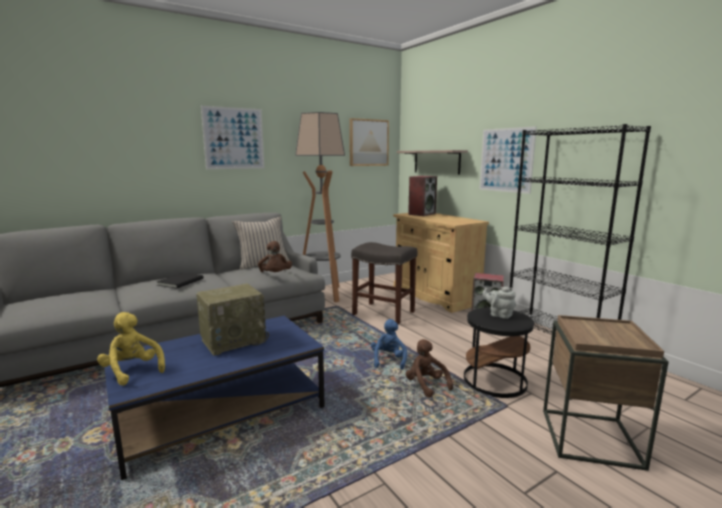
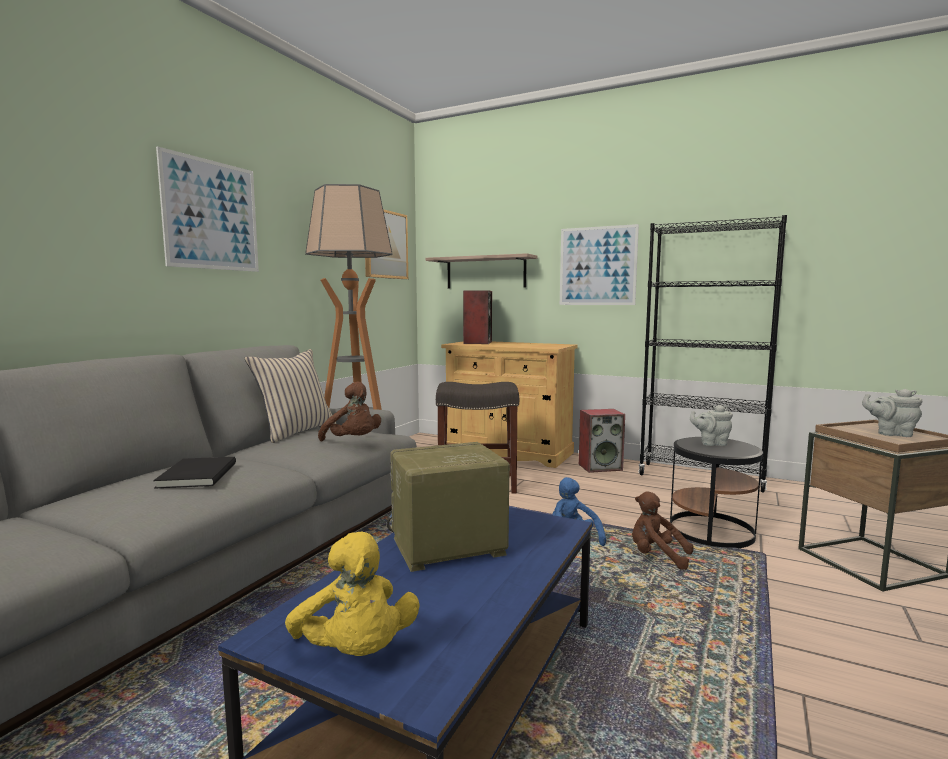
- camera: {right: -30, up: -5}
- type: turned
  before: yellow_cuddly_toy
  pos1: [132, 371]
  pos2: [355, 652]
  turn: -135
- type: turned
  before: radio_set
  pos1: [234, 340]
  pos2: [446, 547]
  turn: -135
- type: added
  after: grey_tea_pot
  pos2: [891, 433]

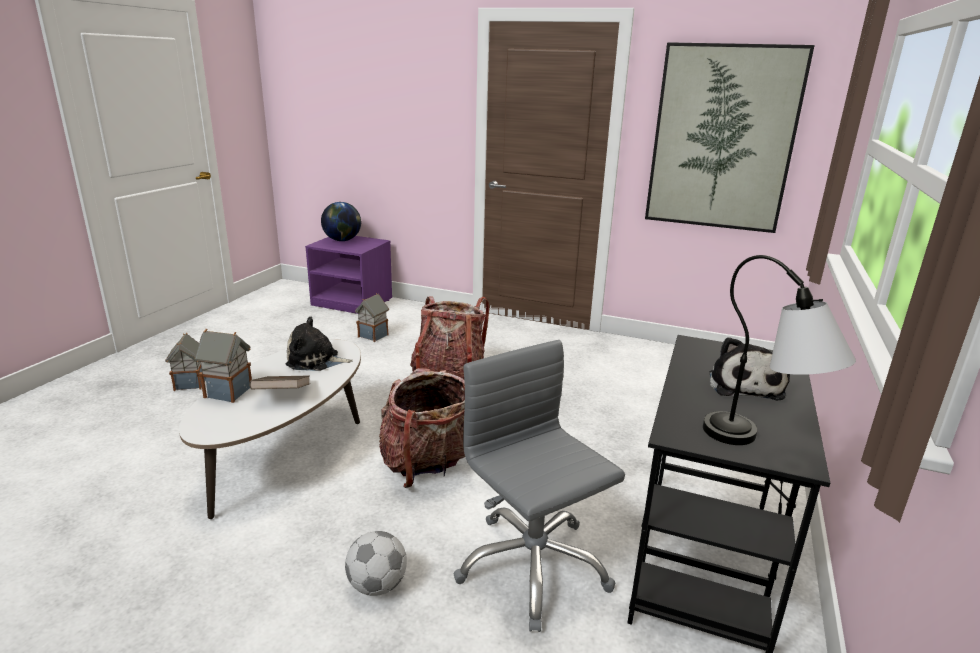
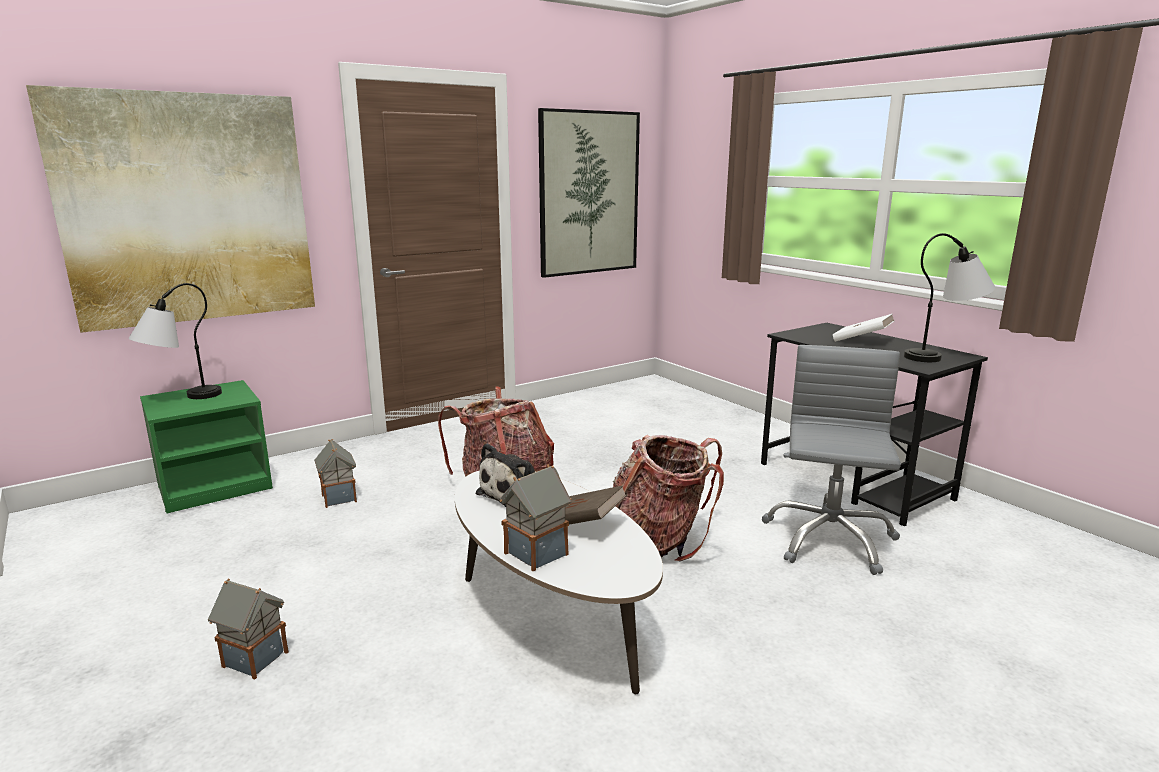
- camera: {right: -55, up: -5}
- type: recoloured
  before: purple-coloured_bedside_table
  after: green_bedside_table
  pos1: [353, 302]
  pos2: [215, 485]
- type: replaced
  before: globe
  after: tabletop_lamp
  pos1: [342, 240]
  pos2: [181, 399]
- type: removed
  before: football_ball
  pos1: [377, 586]
- type: turned
  before: grey_computer_chair
  pos1: [532, 566]
  pos2: [828, 539]
  turn: 105
- type: replaced
  before: cuddly_toy
  after: white_book
  pos1: [744, 385]
  pos2: [861, 341]
- type: added
  after: wall_picture
  pos2: [188, 209]

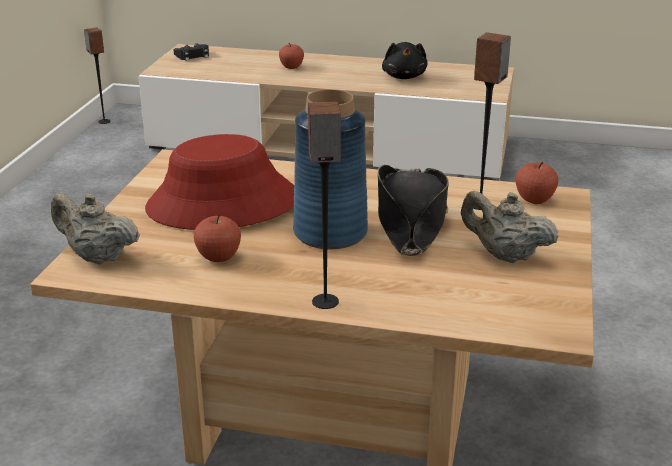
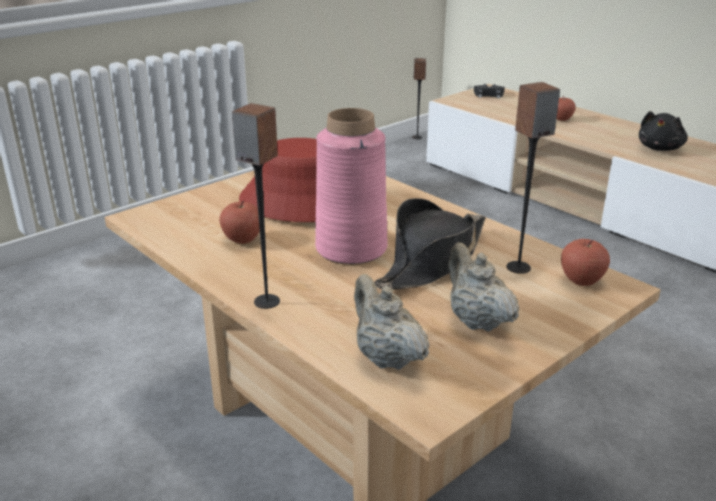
- camera: {right: 35, up: 0}
- type: moved
  before: beige-coloured_tea_pot
  pos1: [97, 257]
  pos2: [386, 357]
- type: recoloured
  before: blue_vase
  after: pink_vase
  pos1: [330, 232]
  pos2: [351, 248]

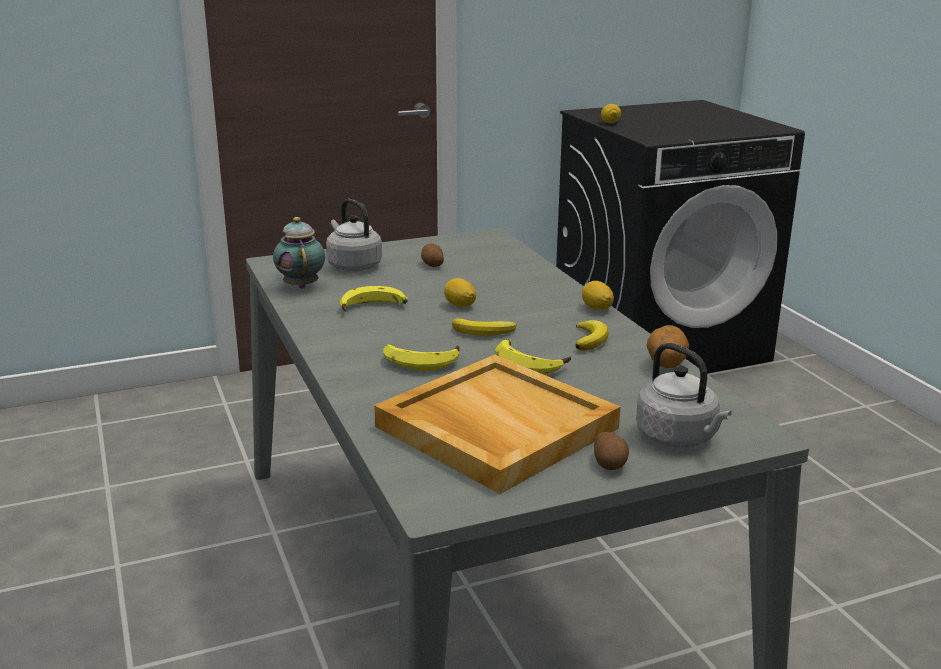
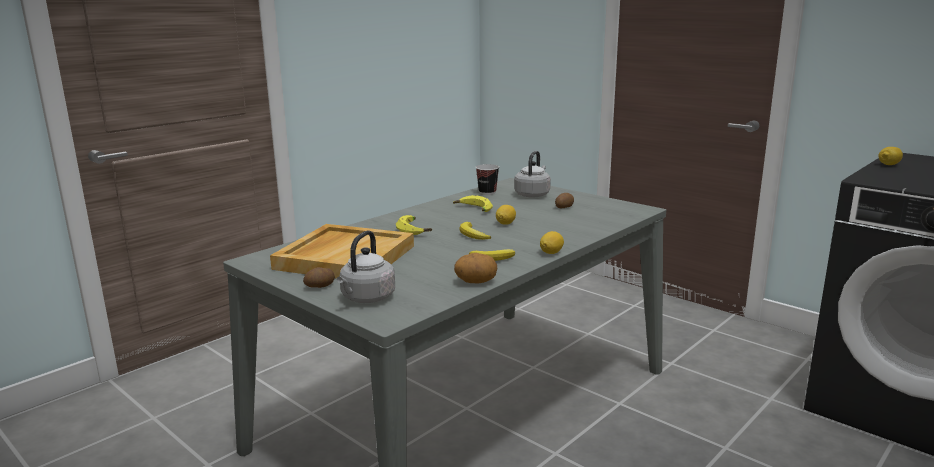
- camera: {right: 65, up: -5}
- type: replaced
  before: tea_pot
  after: drinking_cup
  pos1: [301, 285]
  pos2: [487, 192]
- type: removed
  before: banana
  pos1: [531, 363]

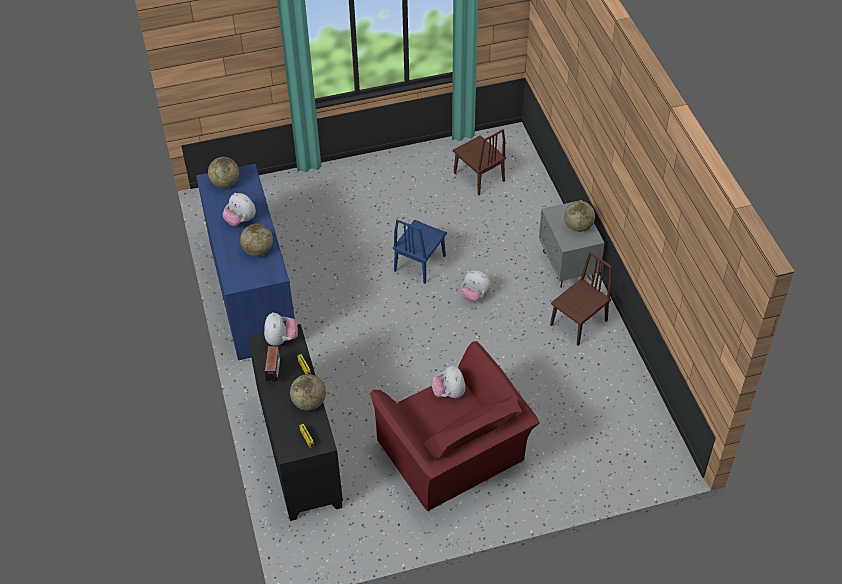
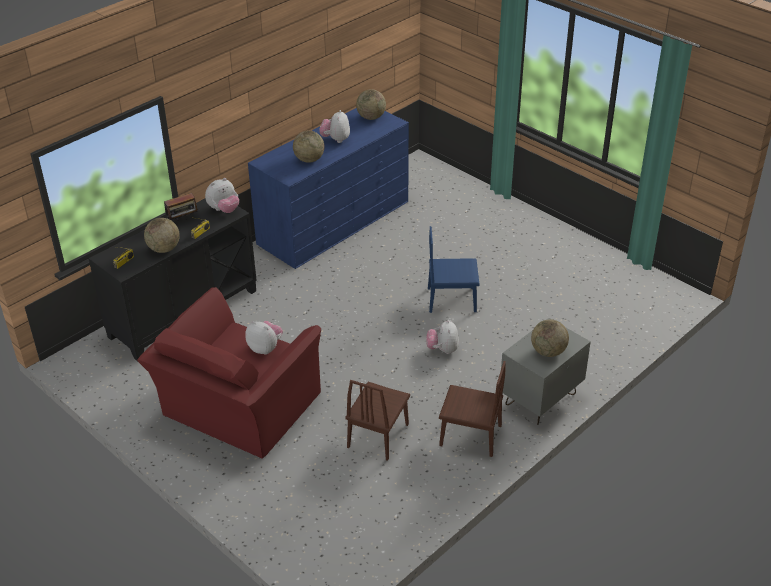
- camera: {right: 60, up: -10}
- type: turned
  before: cuddly_toy
  pos1: [449, 393]
  pos2: [265, 348]
  turn: 75
- type: moved
  before: brown-coloured_upright_chair
  pos1: [479, 177]
  pos2: [378, 435]

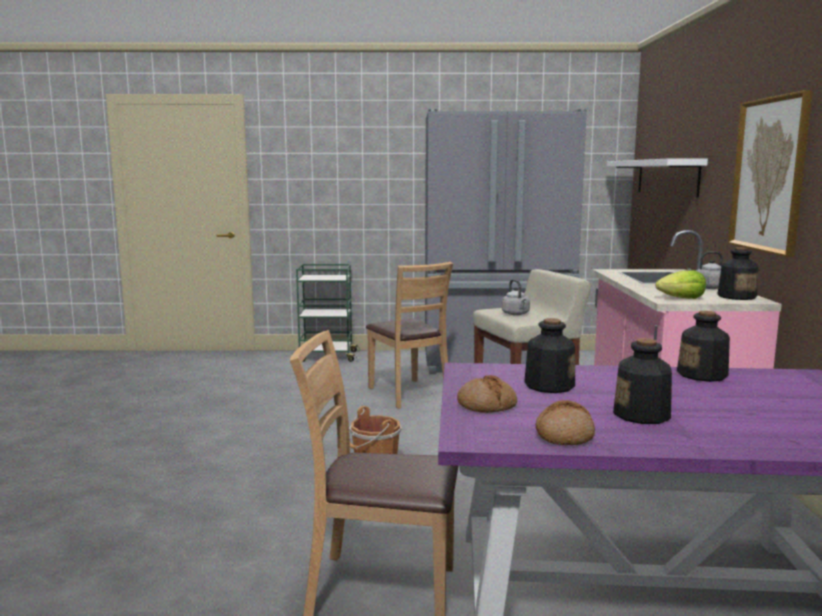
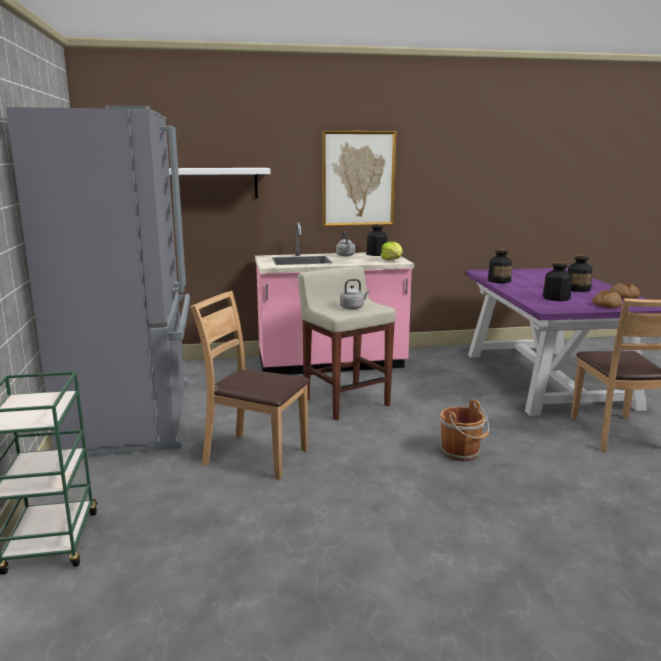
- camera: {right: -100, up: 5}
- type: turned
  before: brown-coloured_upright_chair
  pos1: [408, 393]
  pos2: [255, 456]
  turn: -120

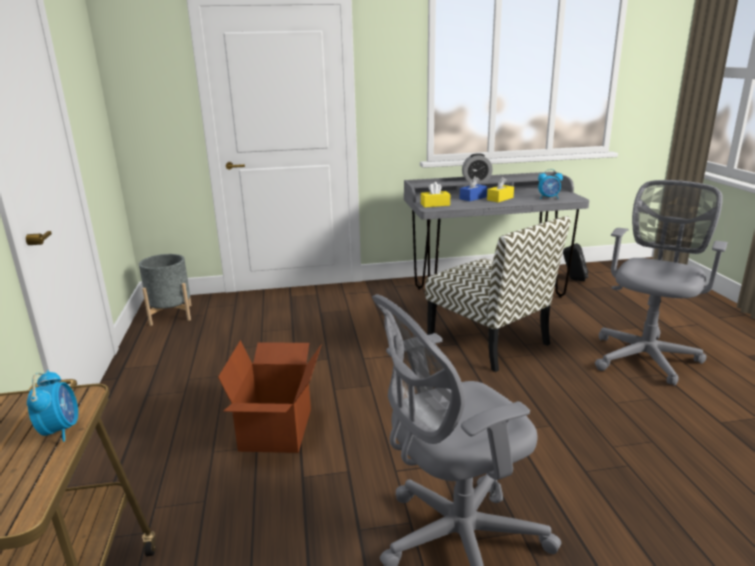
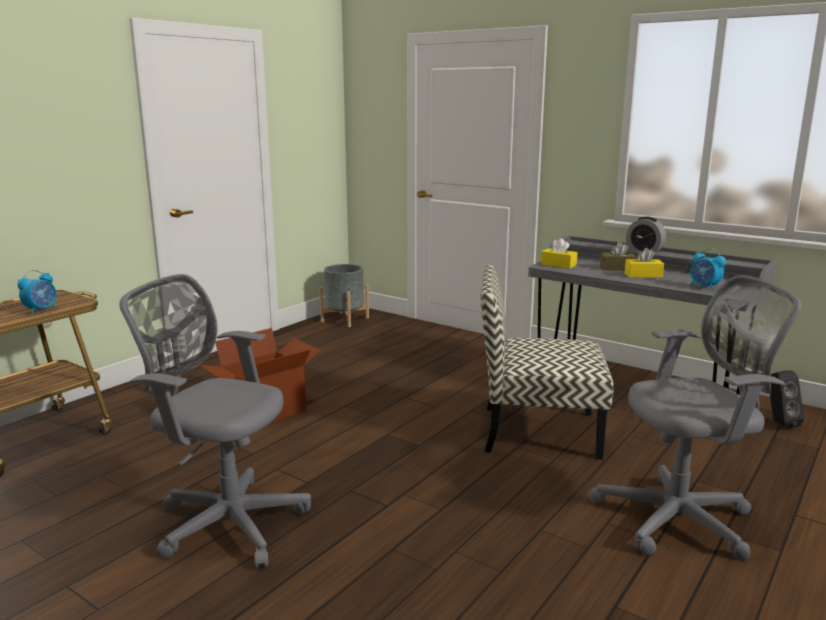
- camera: {right: 45, up: -5}
- type: turned
  before: upright_chair
  pos1: [489, 341]
  pos2: [537, 431]
  turn: 90
- type: recoloured
  before: blue_box_of_tissues
  after: brown-coloured_box_of_tissues
  pos1: [473, 198]
  pos2: [617, 268]

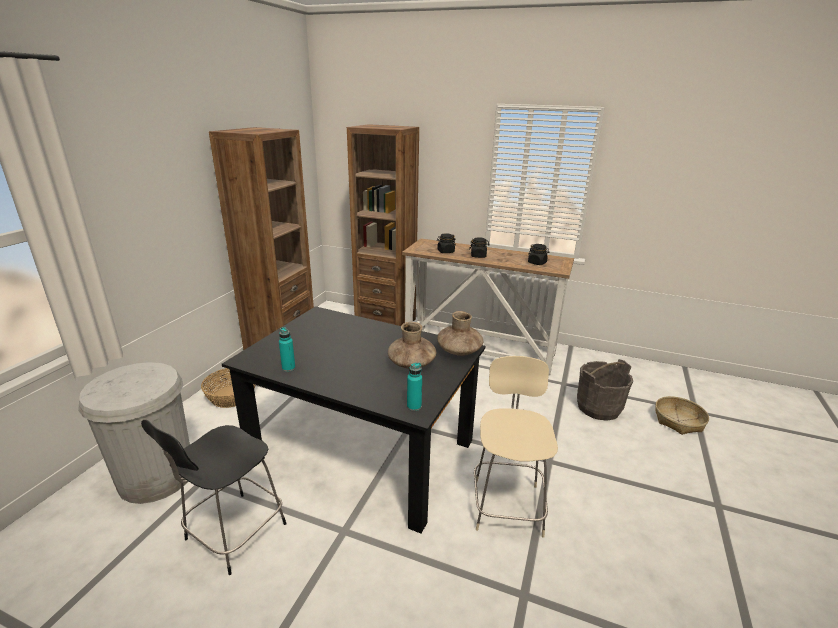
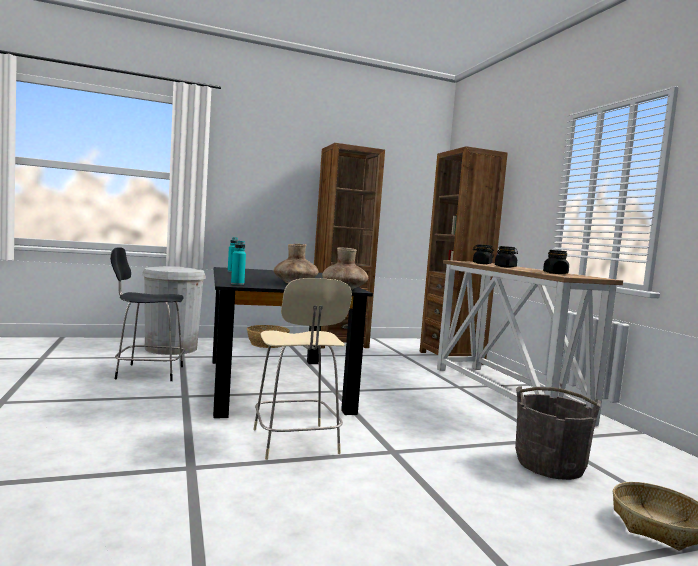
- camera: {right: 50, up: -20}
- type: turned
  before: beige-coloured_upright_chair
  pos1: [507, 504]
  pos2: [295, 442]
  turn: 105

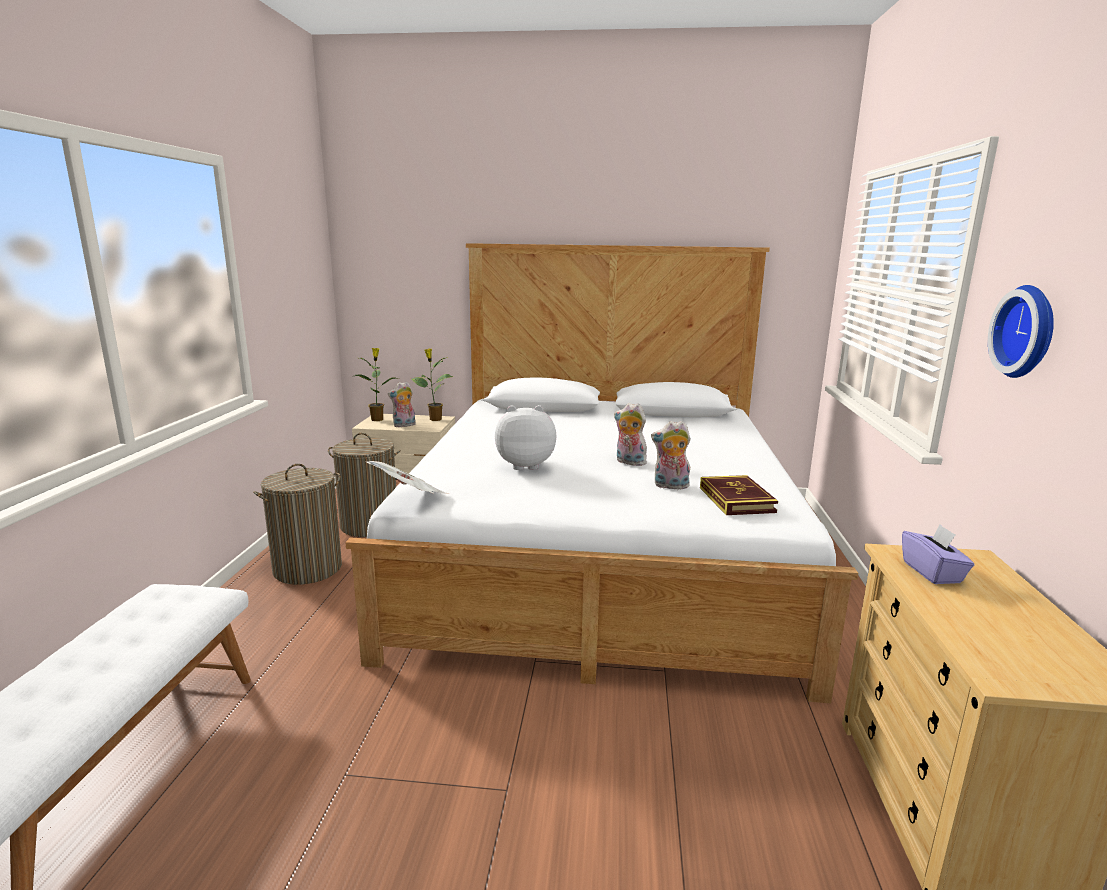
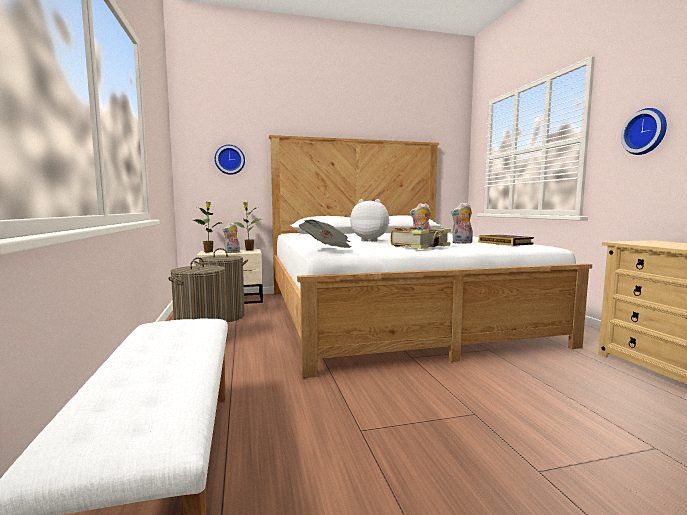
- camera: {right: -20, up: -10}
- type: turned
  before: cuddly_toy
  pos1: [525, 465]
  pos2: [371, 240]
  turn: 45
- type: removed
  before: purple-coloured_box_of_tissues
  pos1: [932, 572]
- type: added
  after: wall_clock
  pos2: [230, 160]
- type: added
  after: book
  pos2: [421, 246]

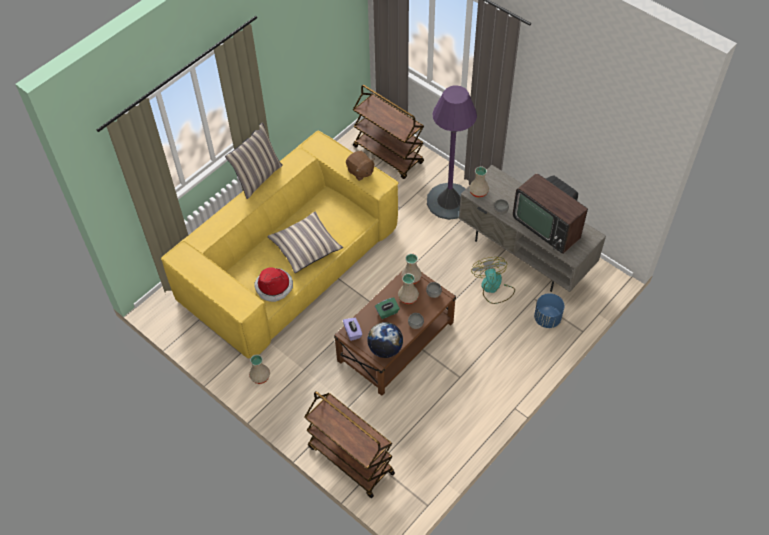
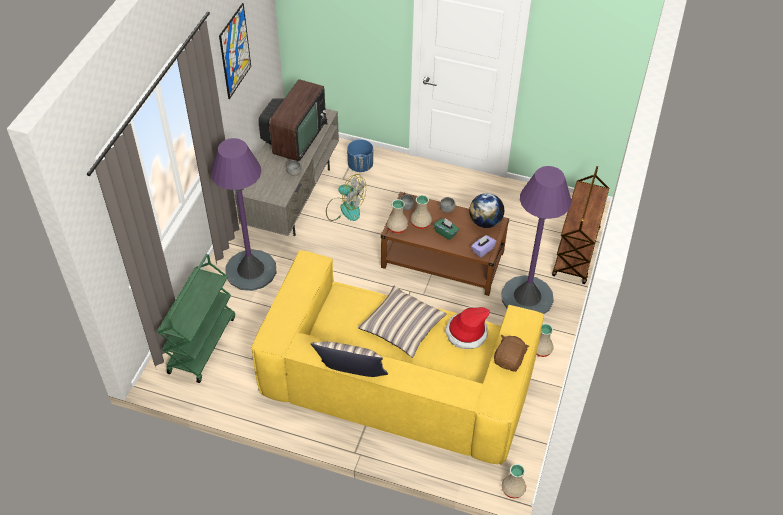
- camera: {right: -115, up: -5}
- type: moved
  before: brown-coloured_cuddly_toy
  pos1: [360, 171]
  pos2: [509, 360]
- type: recoloured
  before: brown-coloured_cart
  after: green_cart
  pos1: [389, 155]
  pos2: [201, 344]
- type: moved
  before: beige-coloured_vase
  pos1: [478, 192]
  pos2: [513, 489]
- type: turned
  before: electric_fan
  pos1: [493, 288]
  pos2: [345, 208]
  turn: -120
- type: added
  after: wall_picture
  pos2: [235, 51]
- type: added
  after: purple-coloured_standing_lamp
  pos2: [527, 297]

